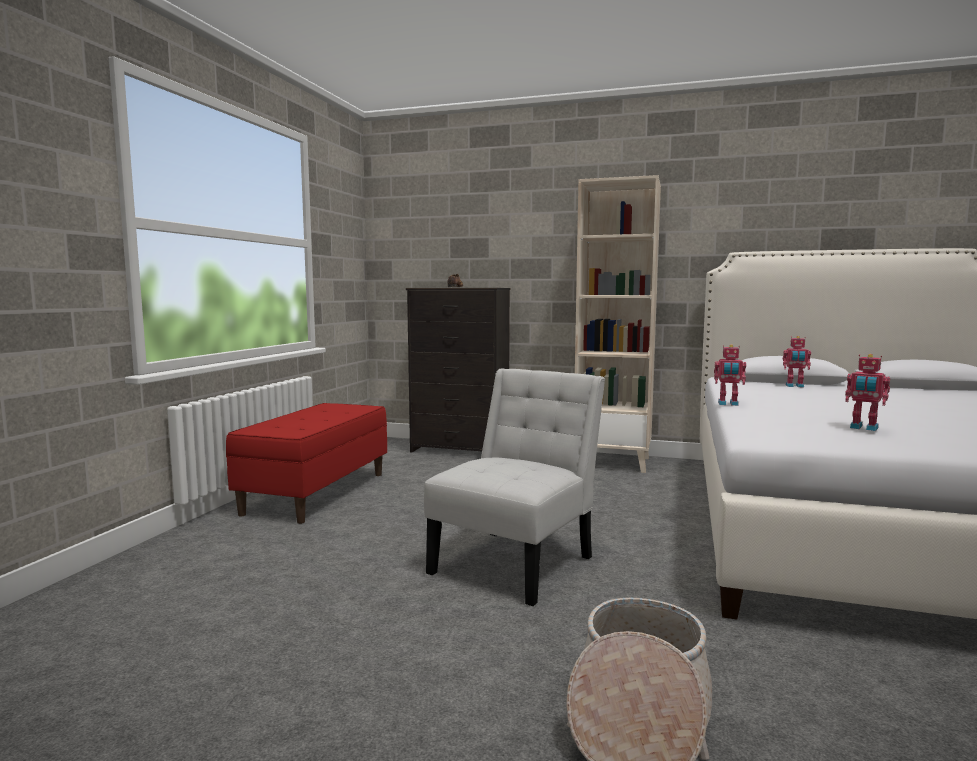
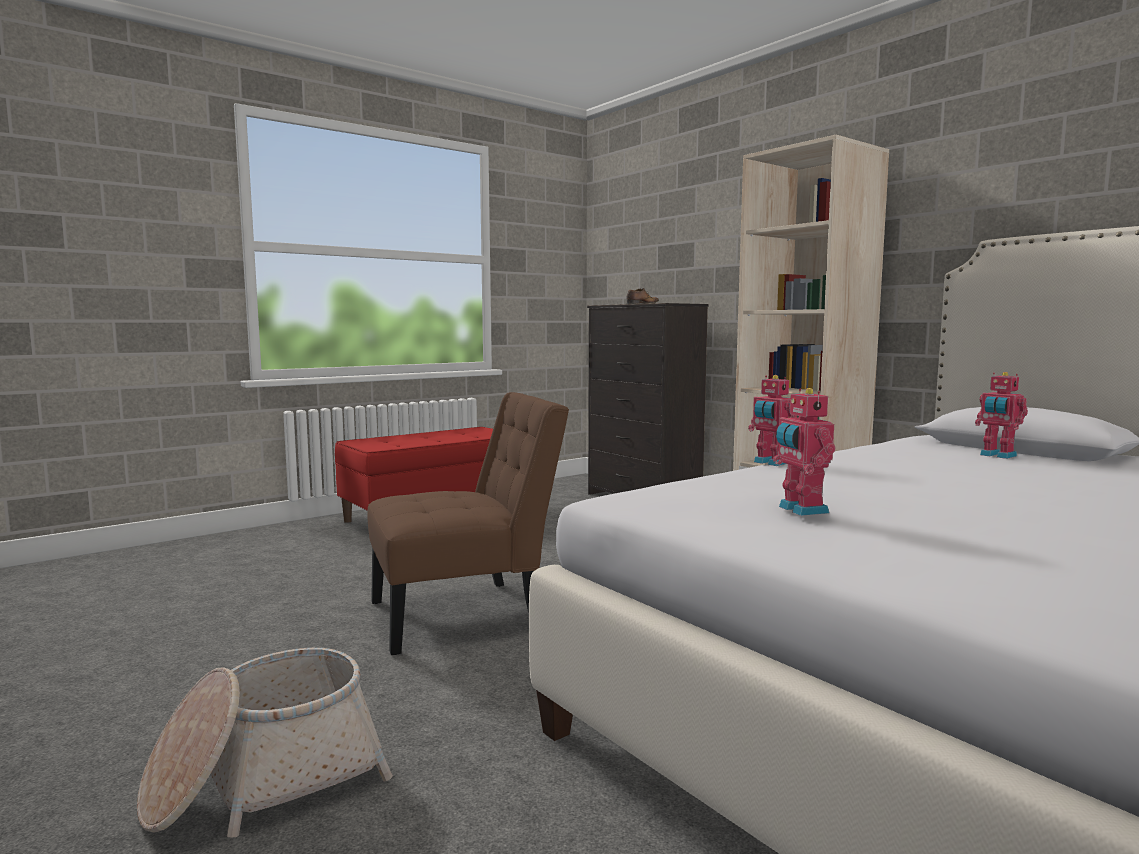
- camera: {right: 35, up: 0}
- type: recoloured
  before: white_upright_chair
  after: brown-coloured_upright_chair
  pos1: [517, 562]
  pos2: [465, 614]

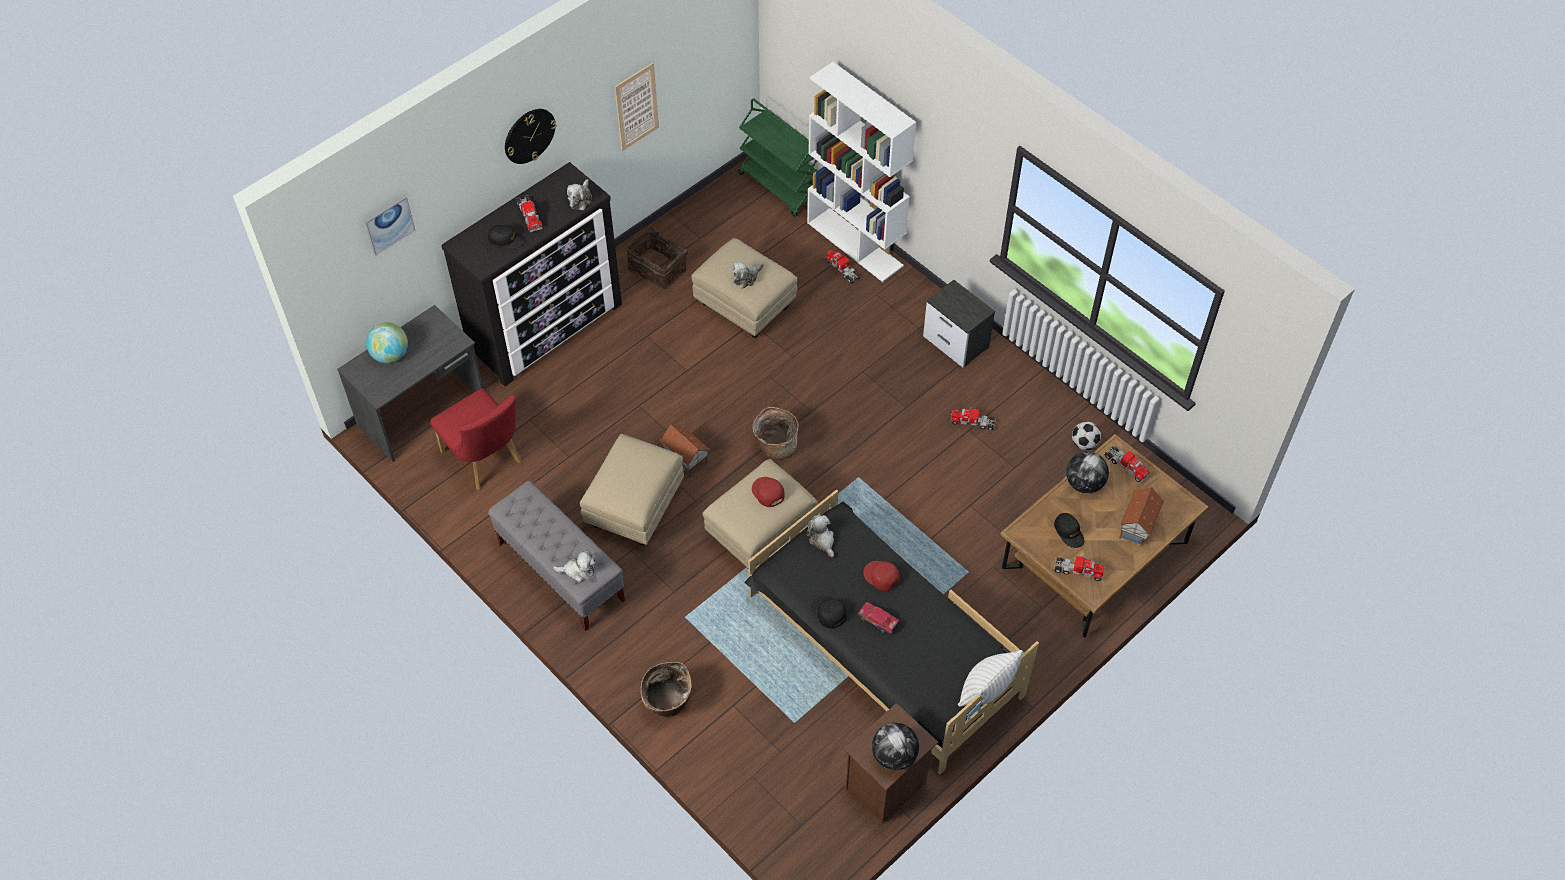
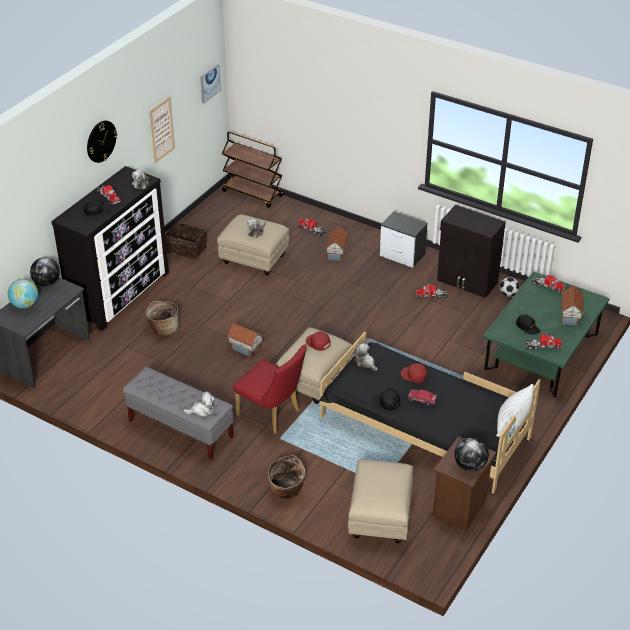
- camera: {right: -15, up: -15}
- type: moved
  before: wall_picture
  pos1: [389, 224]
  pos2: [209, 83]
- type: moved
  before: red-coloured_upright_chair
  pos1: [486, 460]
  pos2: [272, 414]
- type: moved
  before: beige-coloured_ottoman
  pos1: [635, 506]
  pos2: [380, 516]
- type: recoloured
  before: green_cart
  after: brown-coloured_cart
  pos1: [780, 186]
  pos2: [253, 194]
- type: moved
  before: basket
  pos1: [775, 445]
  pos2: [163, 329]
- type: removed
  before: white_bookshelf
  pos1: [855, 244]
- type: recoloured
  before: brown-coloured_coffee_table
  after: green_coffee_table
  pos1: [1095, 554]
  pos2: [541, 351]
- type: moved
  before: globe
  pos1: [1084, 483]
  pos2: [47, 283]
- type: added
  after: toy_house
  pos2: [337, 253]
- type: added
  after: blackish_cupboard
  pos2: [467, 282]

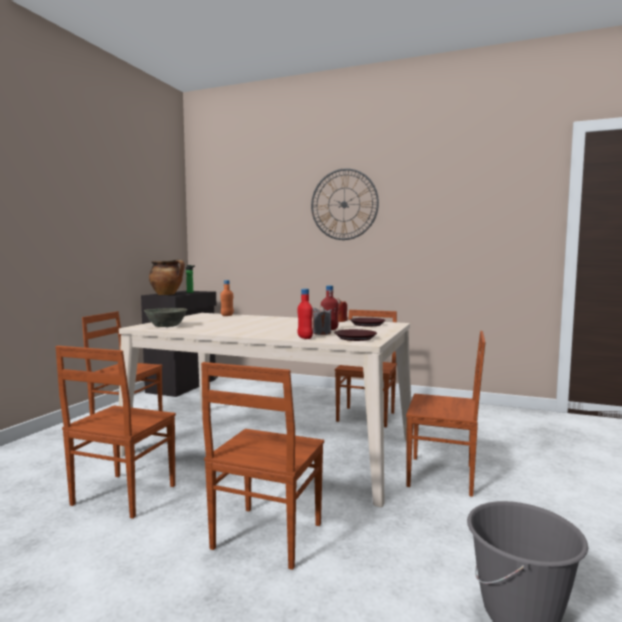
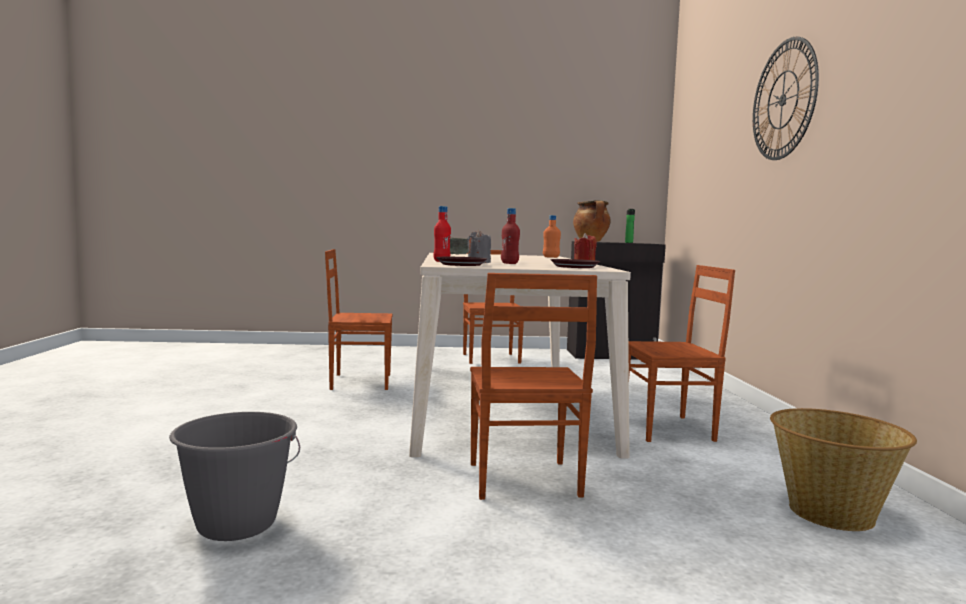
- camera: {right: 65, up: 0}
- type: removed
  before: brown-coloured_upright_chair
  pos1: [265, 537]
- type: added
  after: basket
  pos2: [831, 512]

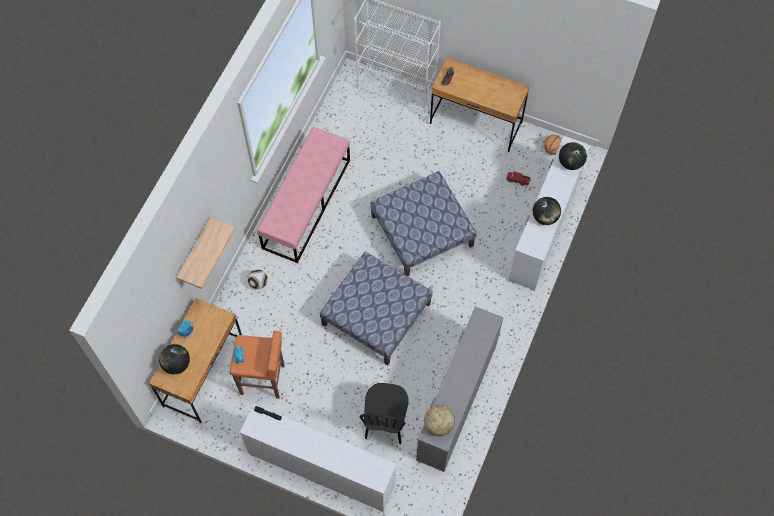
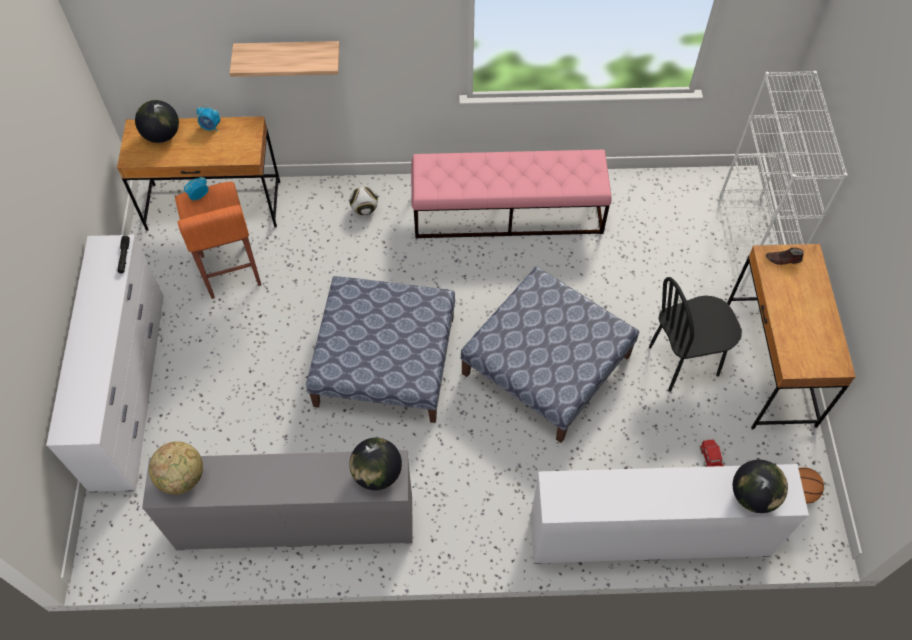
- camera: {right: 65, up: -5}
- type: moved
  before: blackish_upright_chair
  pos1: [385, 423]
  pos2: [683, 361]
- type: moved
  before: globe
  pos1: [544, 217]
  pos2: [377, 473]

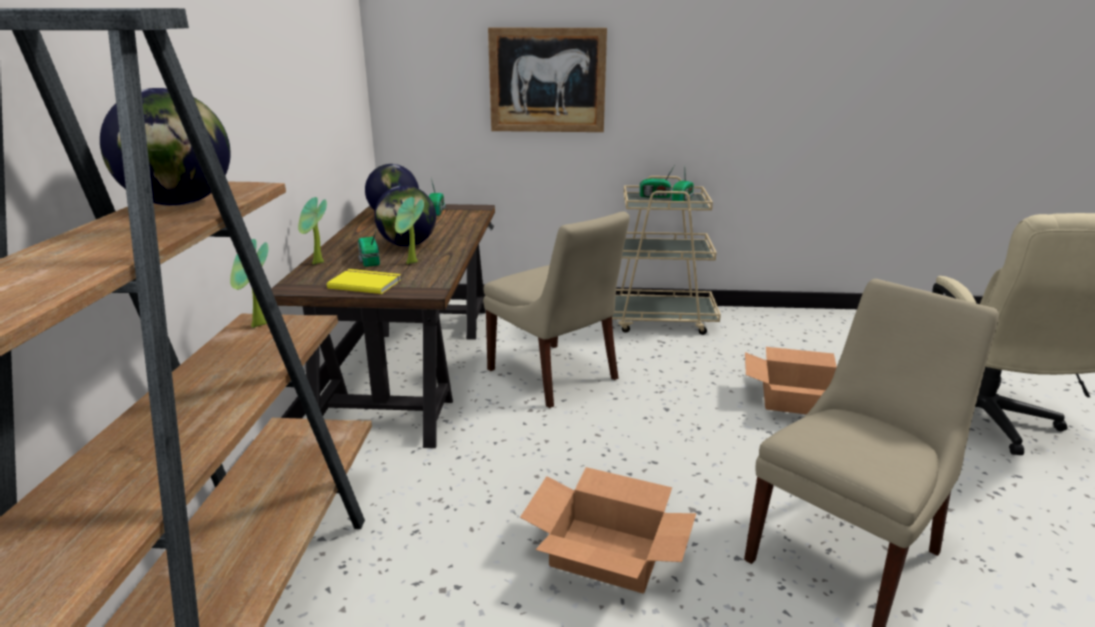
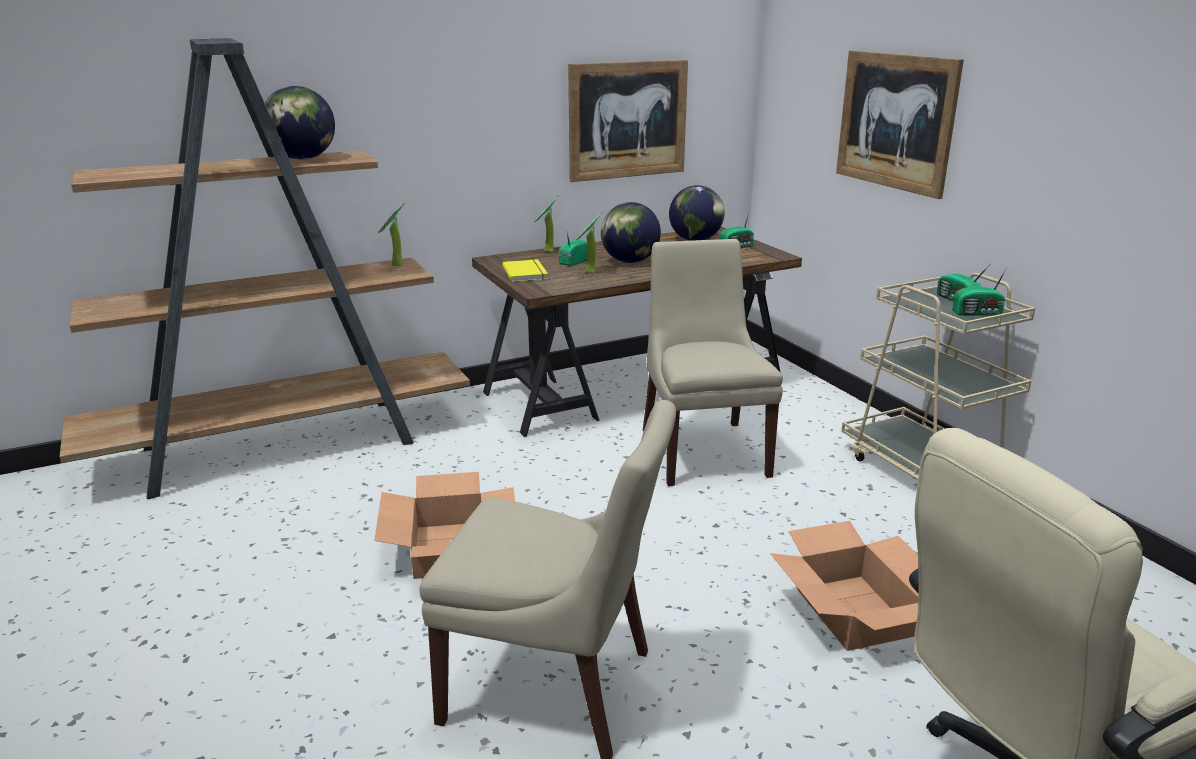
- camera: {right: 60, up: 0}
- type: turned
  before: beige-coloured_upright_chair
  pos1: [555, 376]
  pos2: [703, 450]
  turn: 150
- type: added
  after: wall_picture
  pos2: [627, 120]

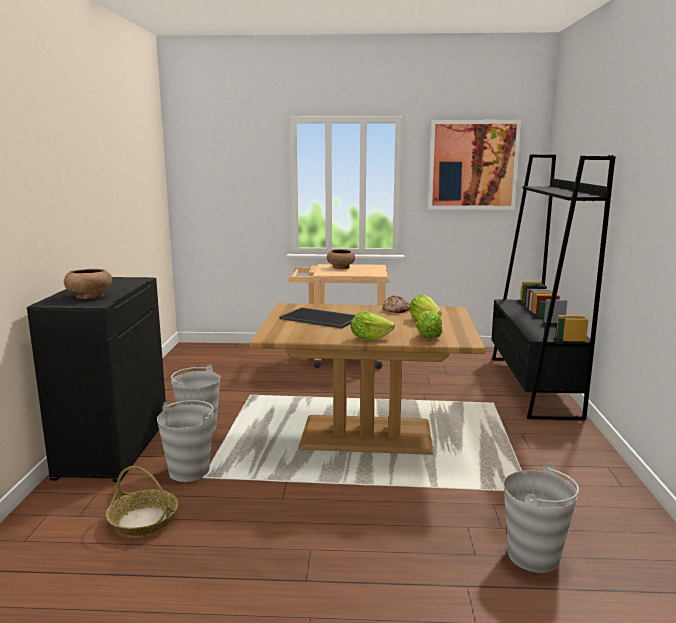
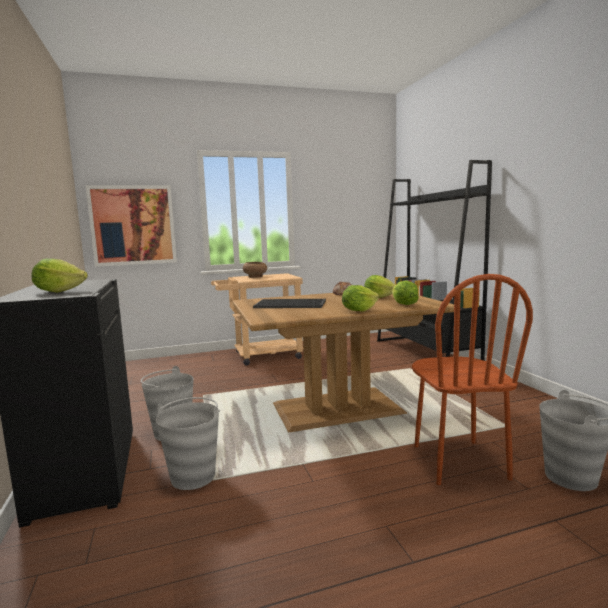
- camera: {right: -20, up: -5}
- type: replaced
  before: brown-coloured_deep_dish
  after: lettuce_head
  pos1: [89, 296]
  pos2: [59, 291]
- type: removed
  before: basket
  pos1: [144, 520]
- type: moved
  before: wall_picture
  pos1: [473, 165]
  pos2: [133, 225]
- type: added
  after: brown-coloured_upright_chair
  pos2: [458, 461]

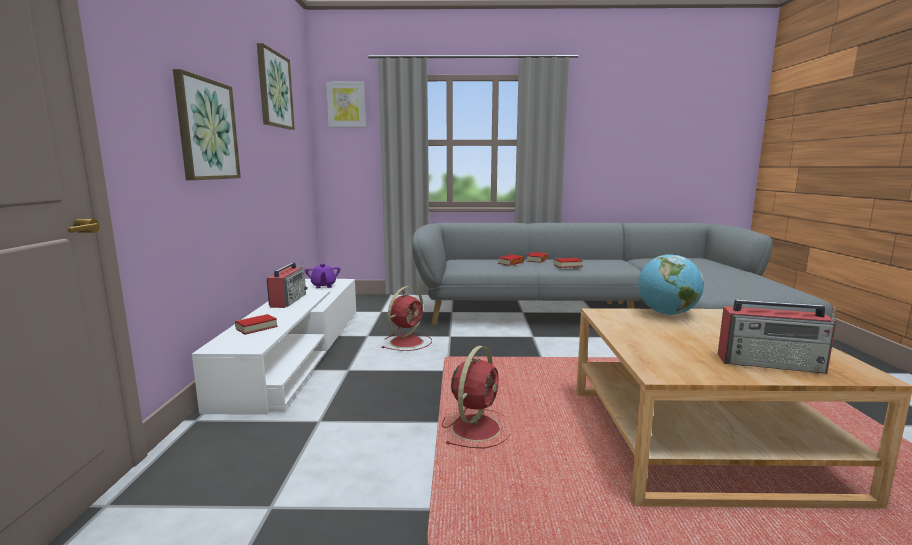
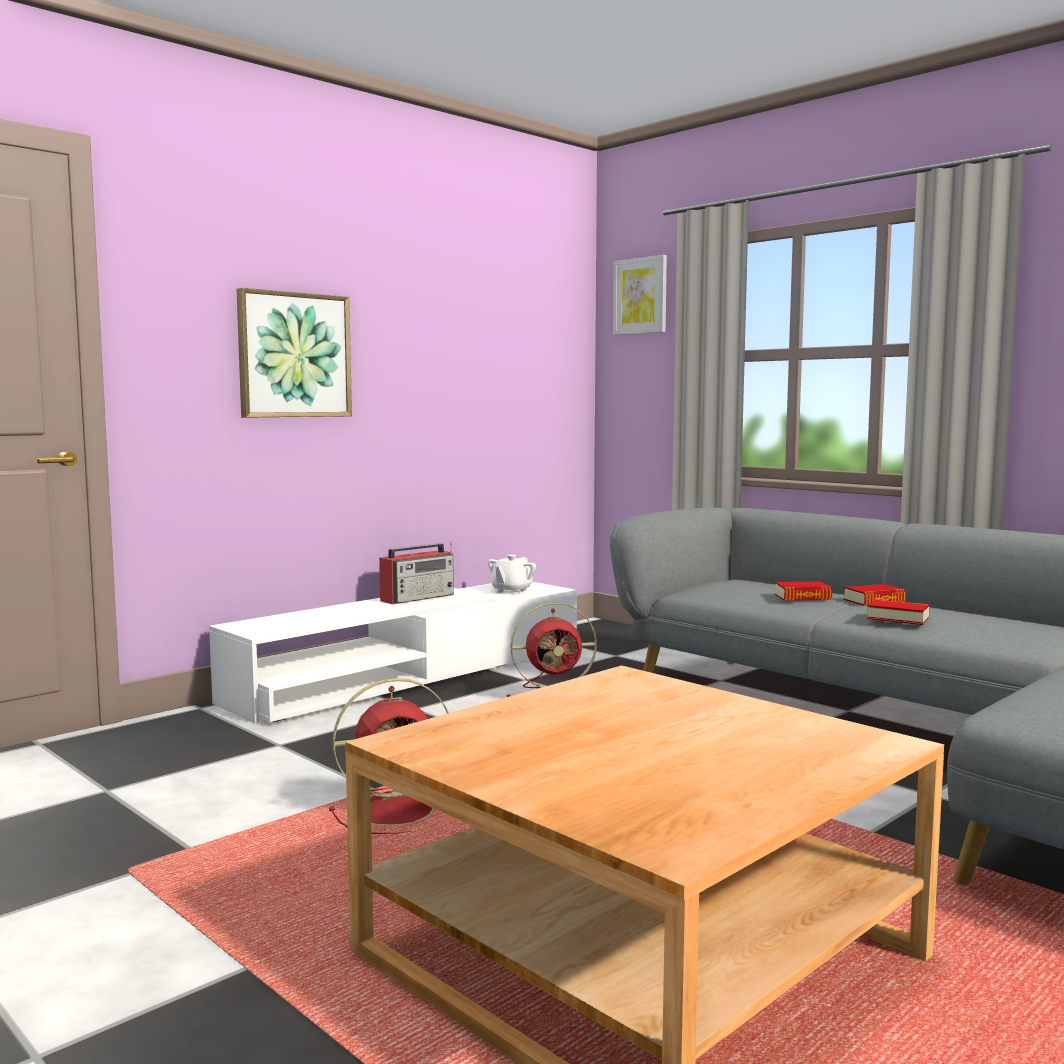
- camera: {right: 45, up: -5}
- type: removed
  before: book
  pos1: [256, 328]
- type: removed
  before: wall_picture
  pos1: [274, 90]
- type: recoloured
  before: purple-coloured_tea_pot
  after: white_tea_pot
  pos1: [323, 286]
  pos2: [511, 591]
- type: removed
  before: globe
  pos1: [666, 314]
- type: removed
  before: radio_set
  pos1: [771, 364]

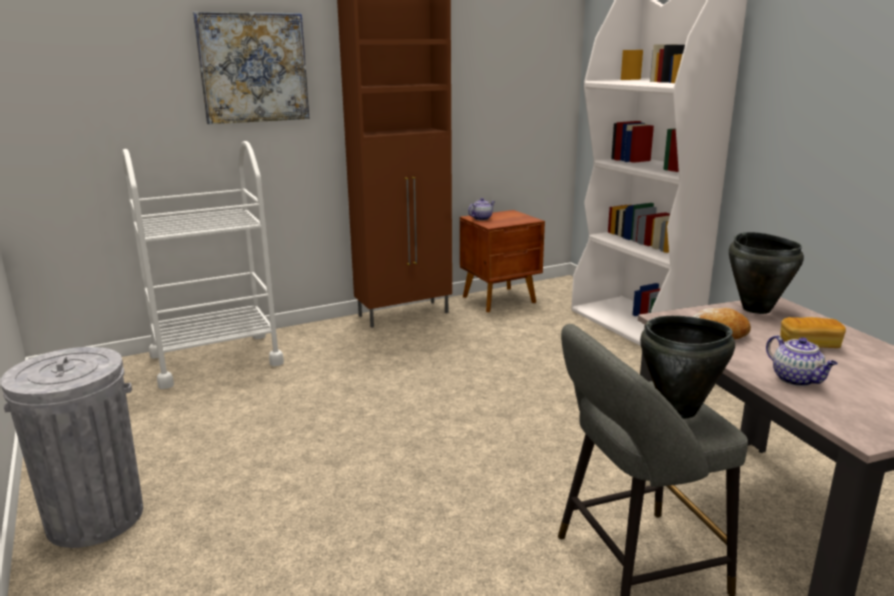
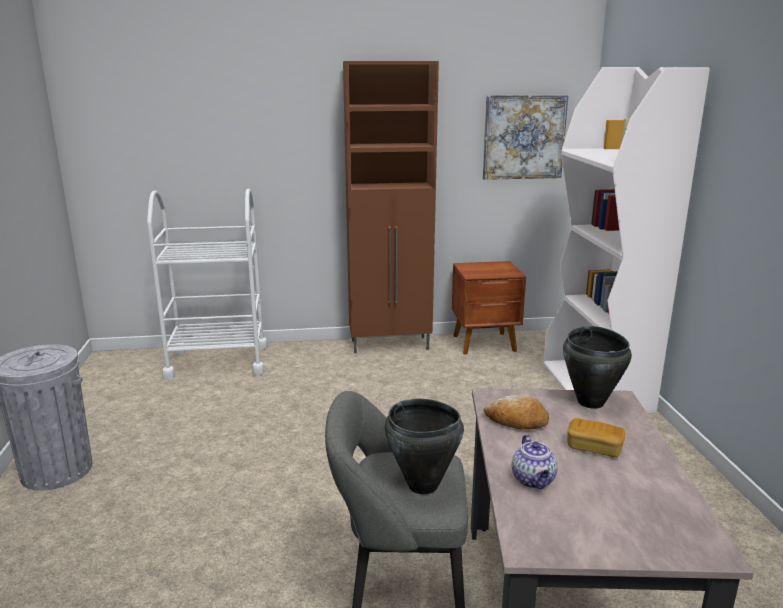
- camera: {right: 20, up: 0}
- type: moved
  before: wall_picture
  pos1: [253, 68]
  pos2: [524, 137]
- type: removed
  before: tea_pot
  pos1: [481, 218]

